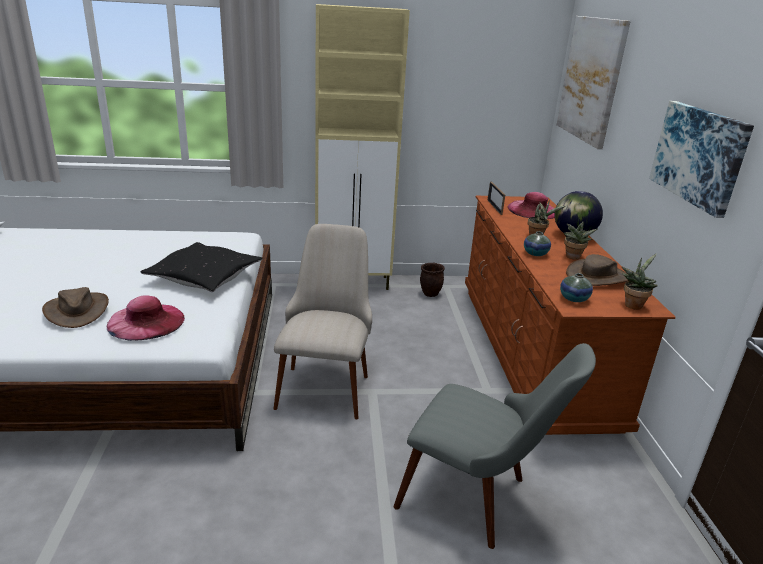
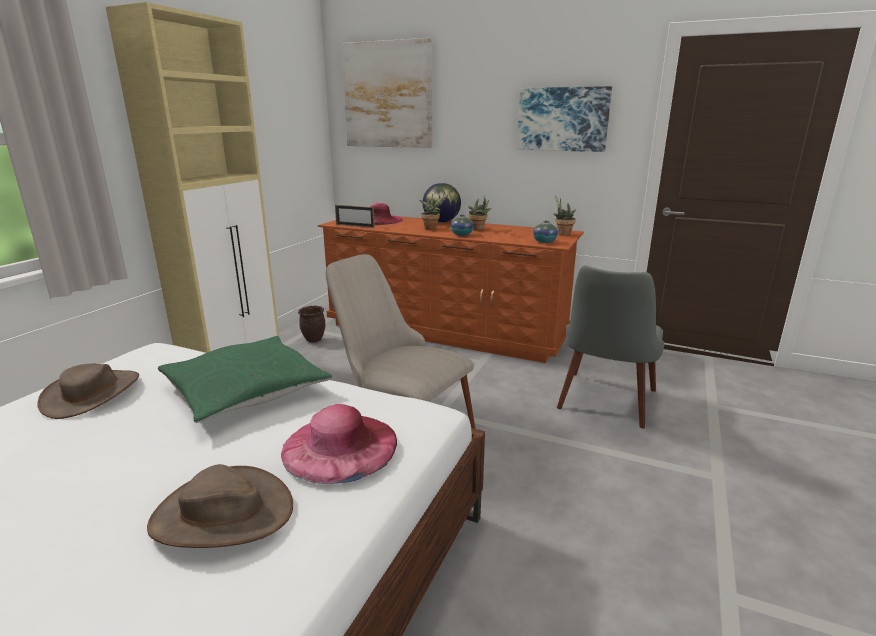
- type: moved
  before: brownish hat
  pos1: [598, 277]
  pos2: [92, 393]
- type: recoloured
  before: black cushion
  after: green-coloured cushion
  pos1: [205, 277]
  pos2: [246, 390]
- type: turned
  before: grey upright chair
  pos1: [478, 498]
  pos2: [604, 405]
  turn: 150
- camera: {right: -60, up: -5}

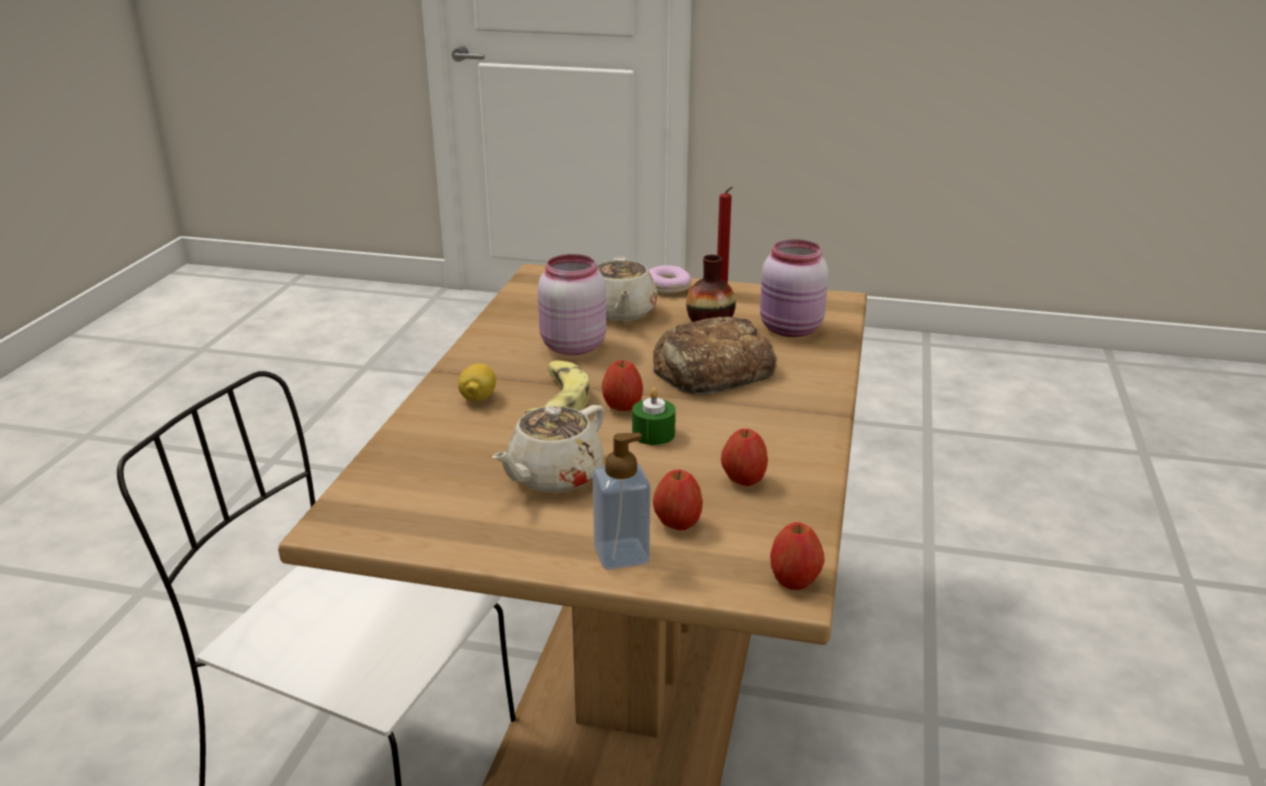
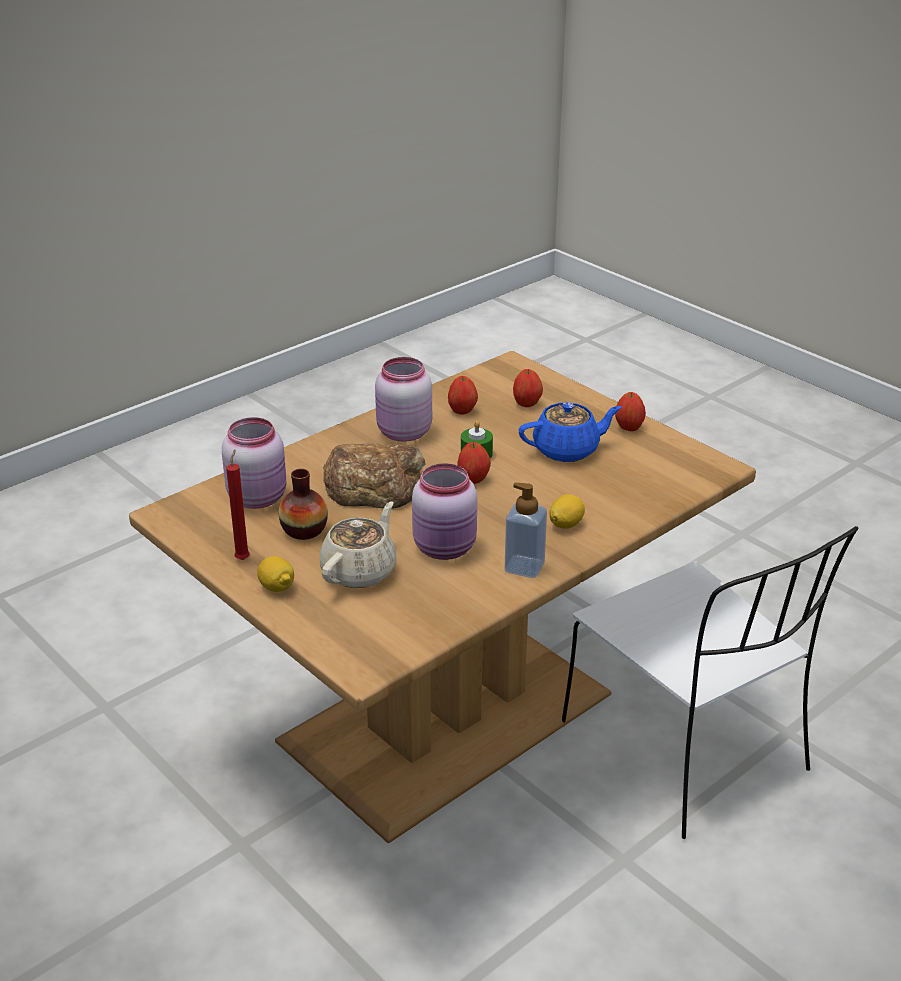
- type: replaced
  before: doughnut
  after: lemon
  pos1: [667, 288]
  pos2: [276, 587]
- type: added
  after: pinkish storage jar
  pos2: [402, 433]
- type: moved
  before: liquid soap bottle
  pos1: [621, 554]
  pos2: [524, 567]
- type: recoloured
  before: beige-coloured teapot
  after: blue-coloured teapot
  pos1: [553, 476]
  pos2: [567, 450]
- type: moved
  before: whole apple
  pos1: [794, 581]
  pos2: [628, 427]
- type: removed
  before: banana fruit
  pos1: [558, 399]
- camera: {right: -145, up: 5}

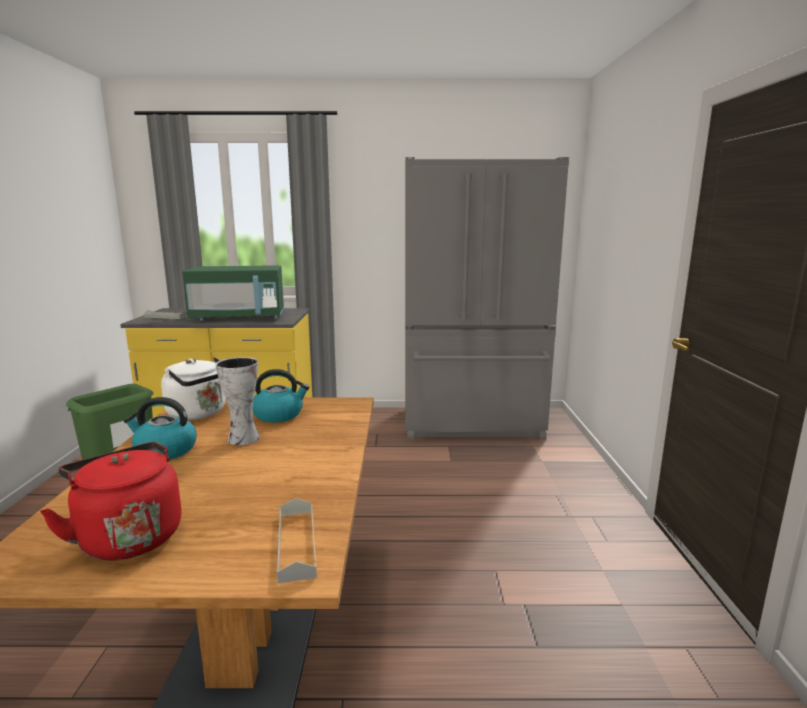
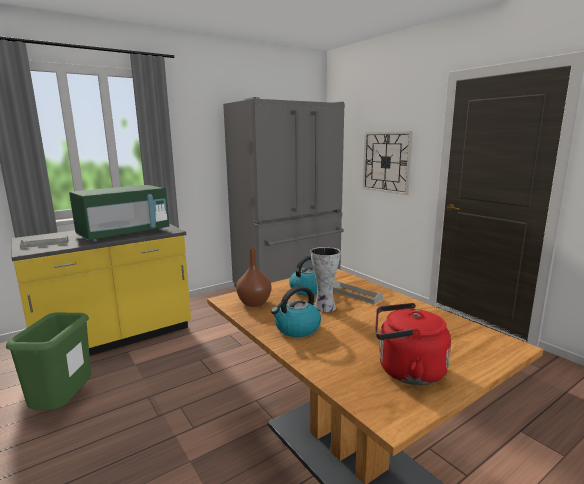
- type: replaced
  before: white-coloured water kettle
  after: brownish vase
  pos1: [200, 413]
  pos2: [254, 303]
- type: moved
  before: grey serving tray
  pos1: [296, 543]
  pos2: [356, 294]
- type: added
  after: clock on the wall
  pos2: [386, 162]
- camera: {right: -35, up: 0}

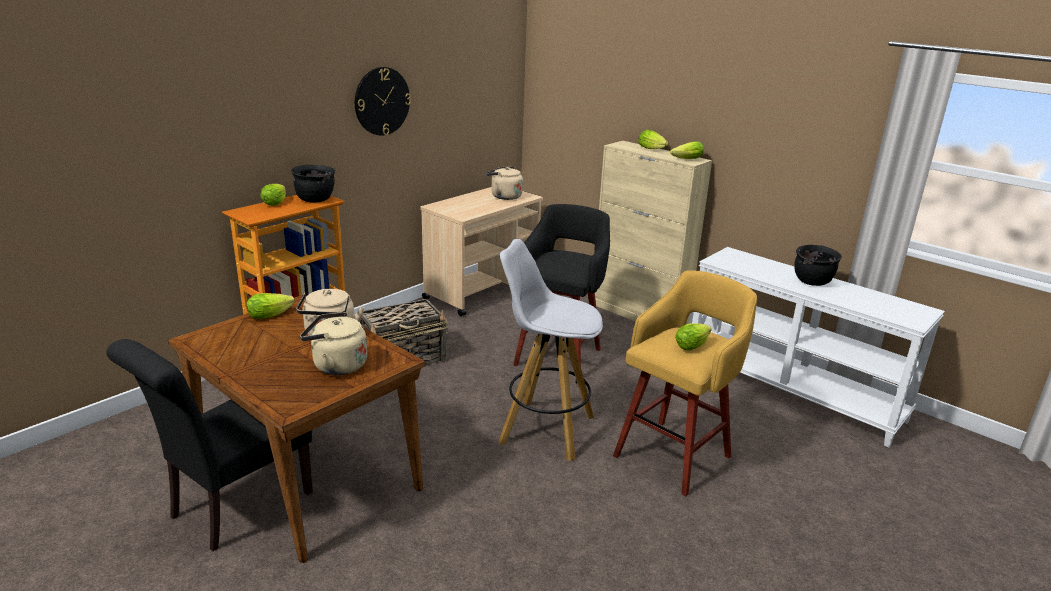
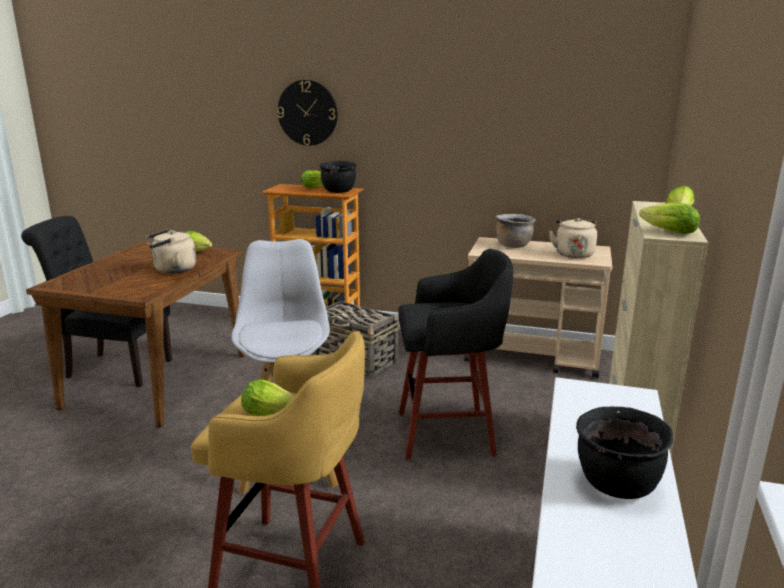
- type: moved
  before: clock on the wall
  pos1: [382, 101]
  pos2: [307, 113]
- type: added
  after: brownish cooking pot
  pos2: [513, 245]
- type: removed
  before: beige-coloured water kettle
  pos1: [336, 365]
- camera: {right: 65, up: -5}

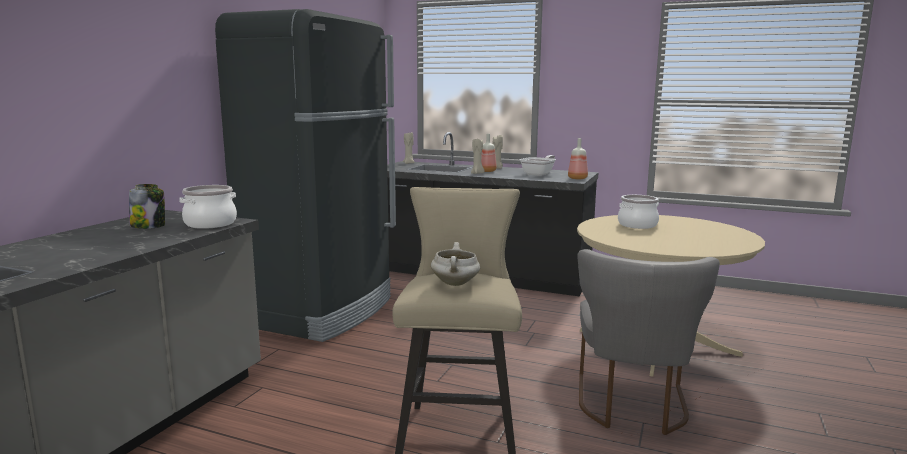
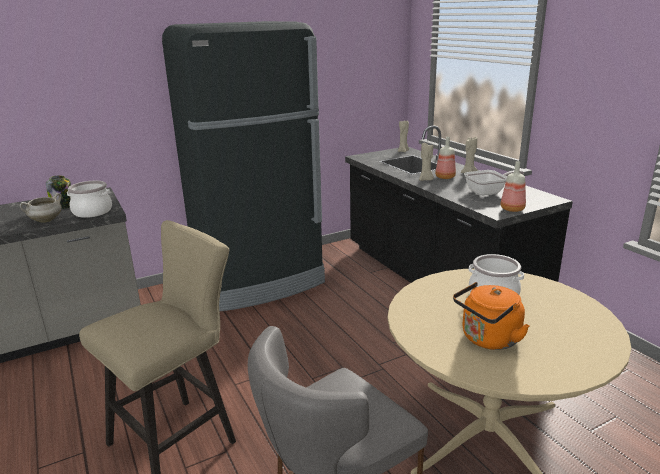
- type: moved
  before: white-coloured cooking pot
  pos1: [456, 284]
  pos2: [46, 221]
- type: added
  after: orange water kettle
  pos2: [488, 340]
- camera: {right: 40, up: 10}

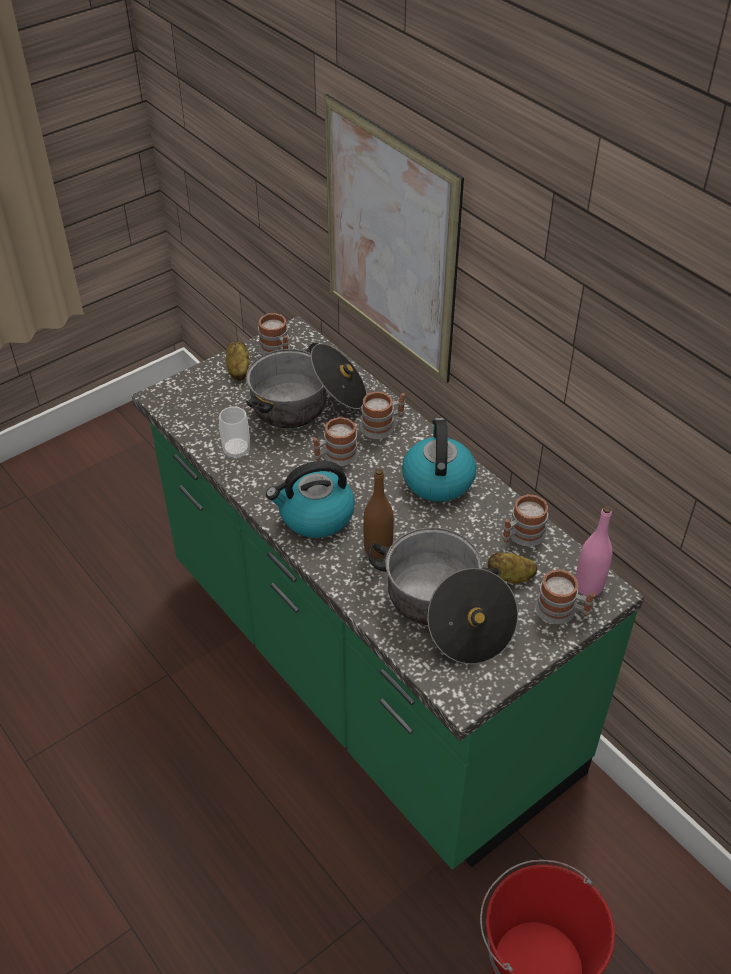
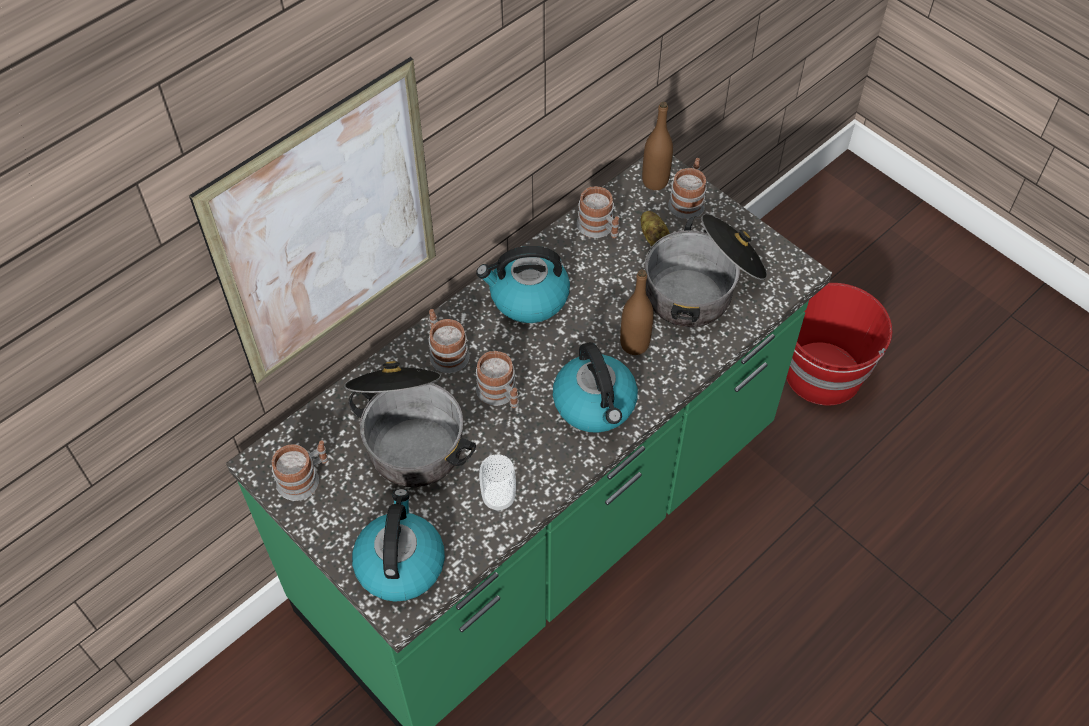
- type: added
  after: water kettle
  pos2: [400, 563]
- type: recoloured
  before: pinkish beverage bottle
  after: brownish beverage bottle
  pos1: [588, 586]
  pos2: [655, 181]
- type: removed
  before: potato
  pos1: [238, 370]
- camera: {right: -95, up: 10}

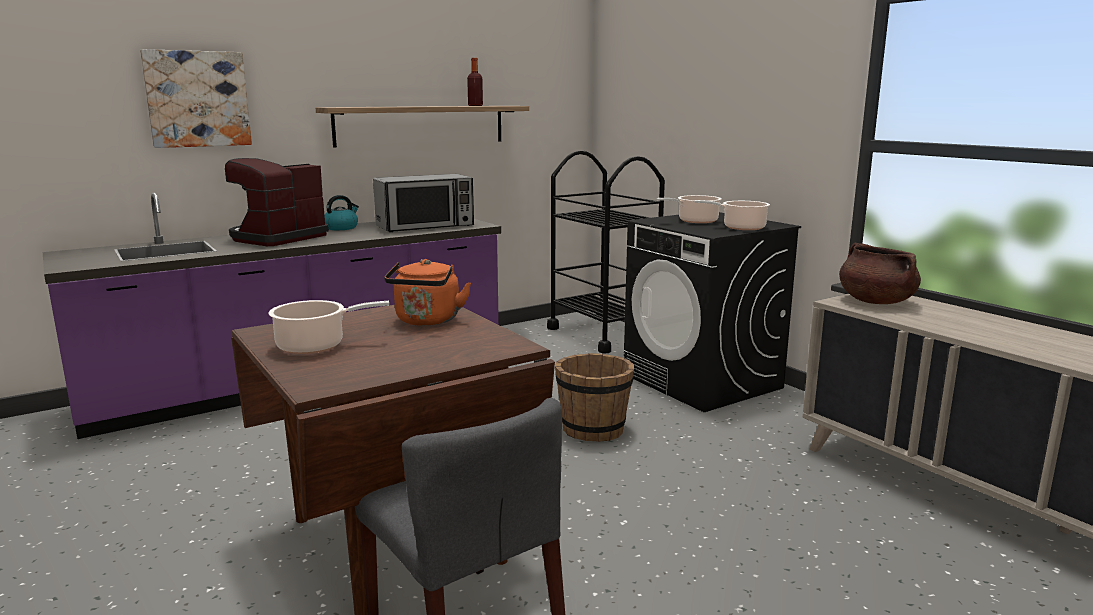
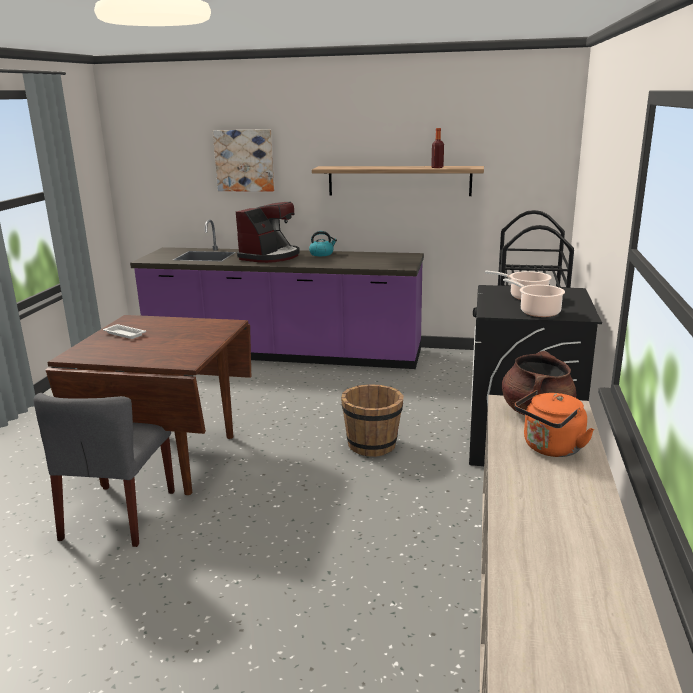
- type: replaced
  before: cooking pot
  after: white-coloured serving tray
  pos1: [315, 346]
  pos2: [124, 334]
- type: turned
  before: coffee brewer
  pos1: [277, 238]
  pos2: [270, 256]
  turn: 135
- type: moved
  before: orange water kettle
  pos1: [427, 321]
  pos2: [550, 448]
- type: removed
  before: microwave oven
  pos1: [426, 226]
- camera: {right: 45, up: 5}

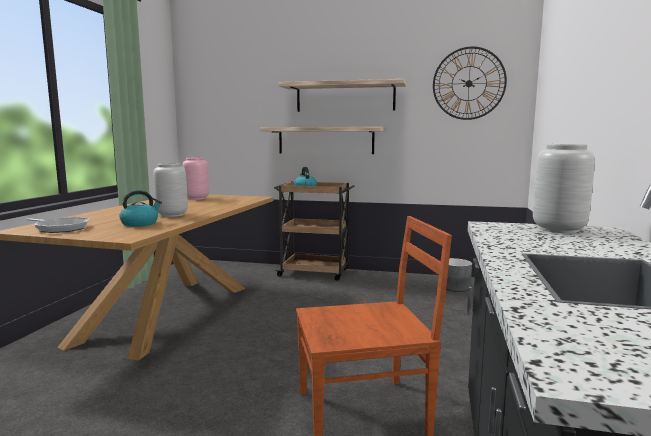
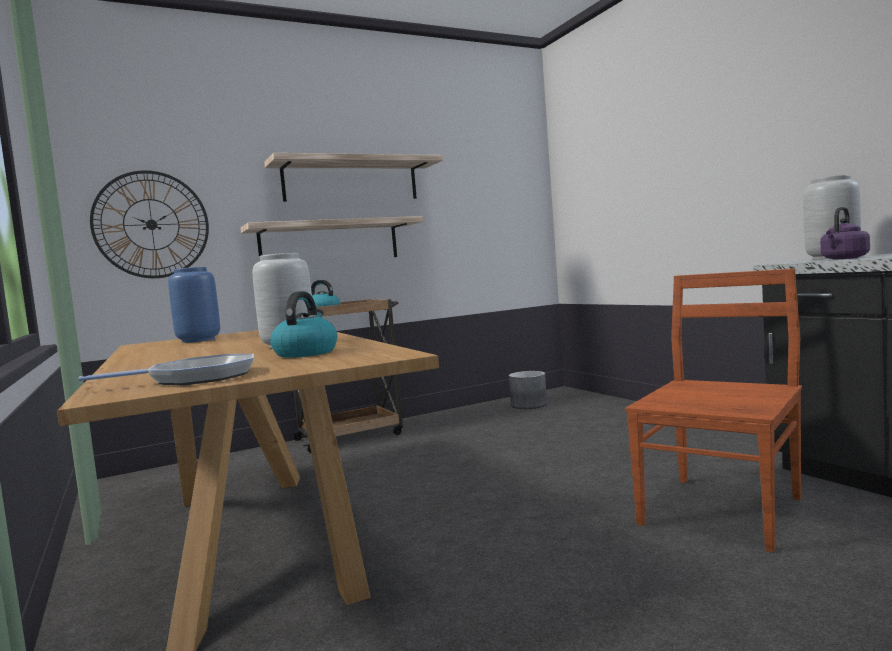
- type: moved
  before: clock on the wall
  pos1: [469, 83]
  pos2: [151, 224]
- type: recoloured
  before: pinkish vase
  after: blue-coloured vase
  pos1: [196, 198]
  pos2: [198, 340]
- type: added
  after: purplish water kettle
  pos2: [843, 258]
- camera: {right: -40, up: -5}

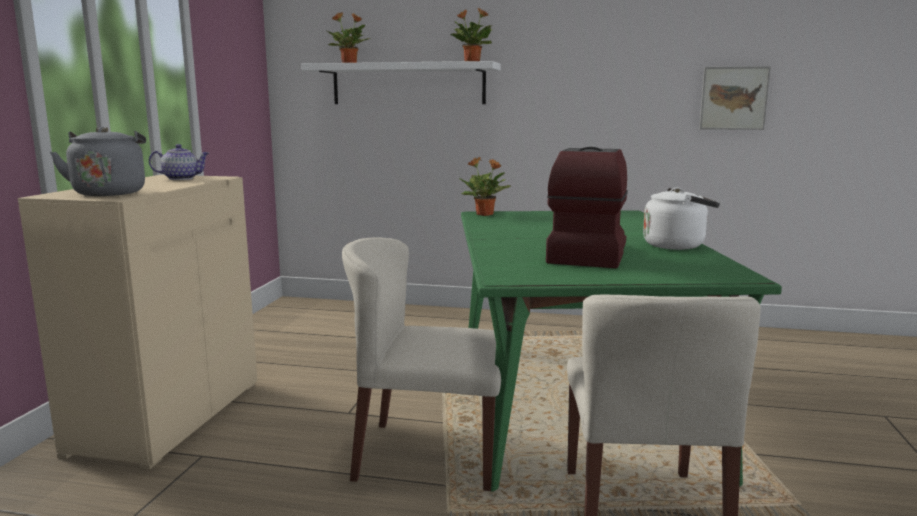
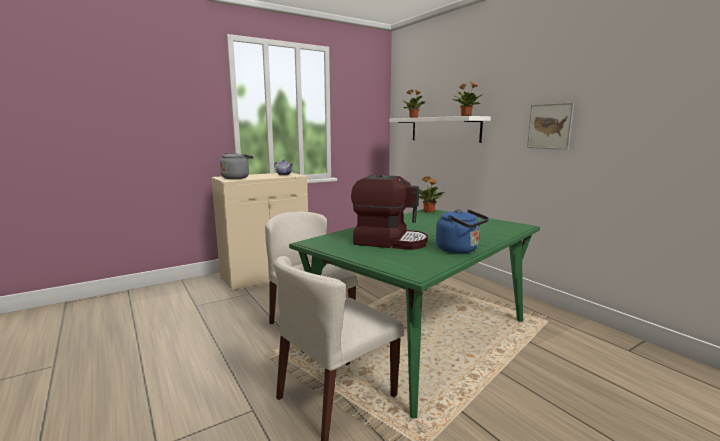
- type: turned
  before: coffee brewer
  pos1: [586, 254]
  pos2: [389, 241]
  turn: 45
- type: recoloured
  before: white-coloured water kettle
  after: blue-coloured water kettle
  pos1: [677, 245]
  pos2: [459, 250]
- type: moved
  before: wall art
  pos1: [733, 98]
  pos2: [549, 126]
- camera: {right: 45, up: 0}

